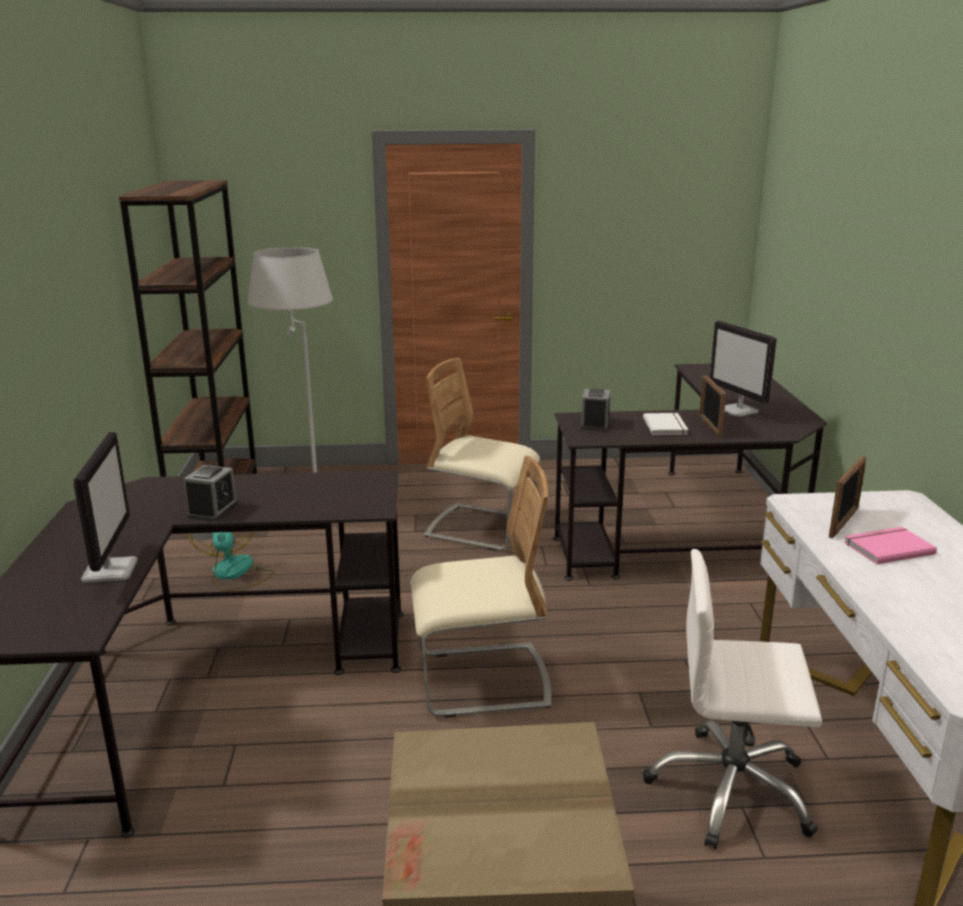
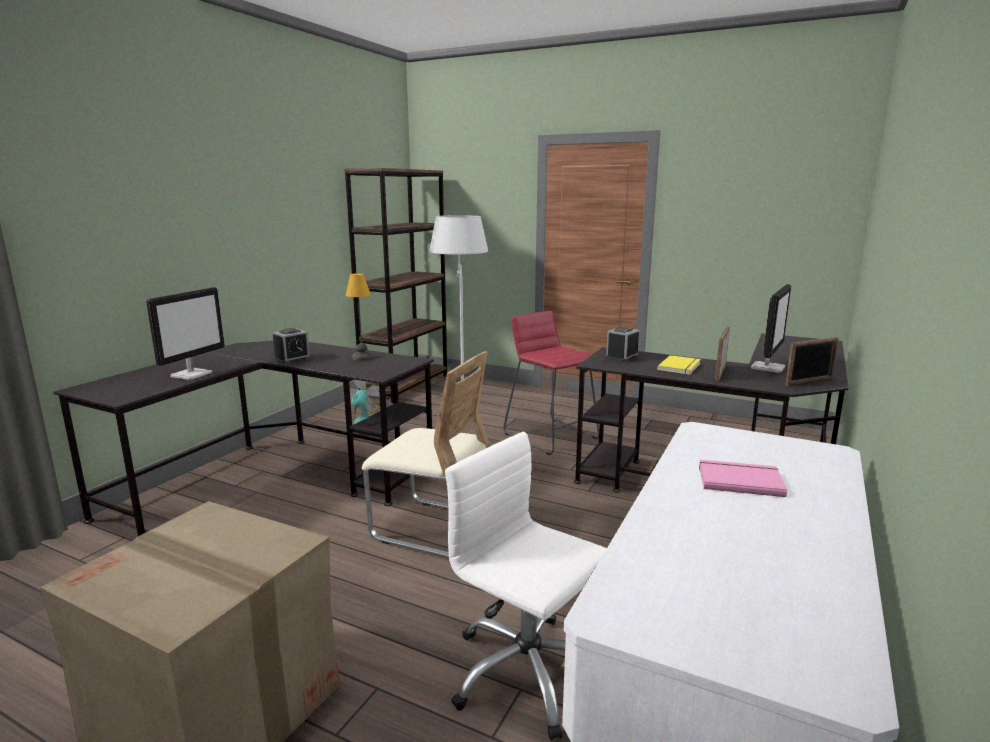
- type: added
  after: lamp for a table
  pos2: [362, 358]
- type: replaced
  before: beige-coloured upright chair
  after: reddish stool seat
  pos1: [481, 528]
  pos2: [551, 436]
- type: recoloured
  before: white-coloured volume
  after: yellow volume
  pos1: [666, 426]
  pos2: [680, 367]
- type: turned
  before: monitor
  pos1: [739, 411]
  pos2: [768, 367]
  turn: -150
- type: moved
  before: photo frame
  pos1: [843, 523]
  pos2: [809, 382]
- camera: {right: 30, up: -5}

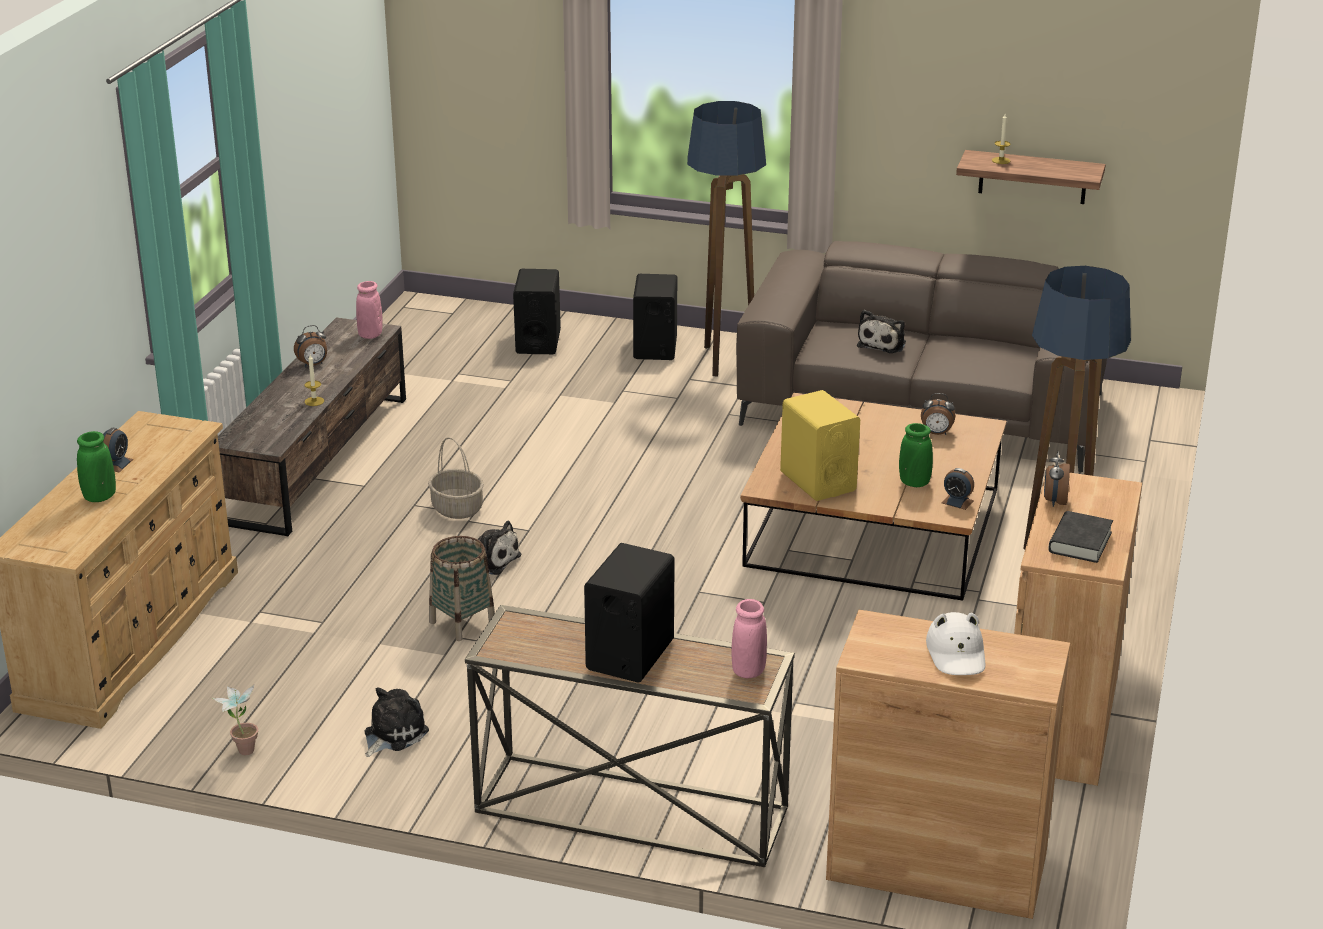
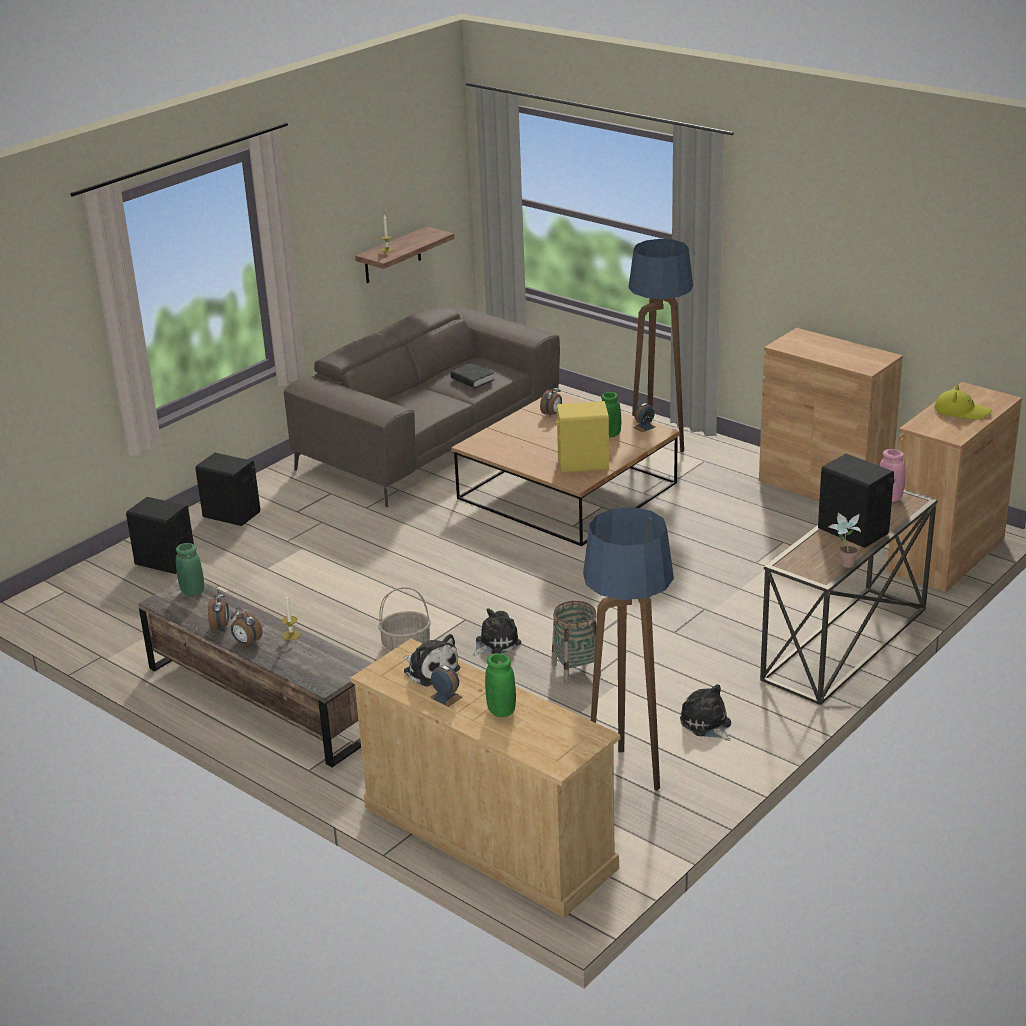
- type: recoloured
  before: pinkish vase
  after: green-coloured vase
  pos1: [370, 335]
  pos2: [192, 591]
- type: moved
  before: bedside clock
  pos1: [1054, 501]
  pos2: [246, 643]
- type: moved
  before: plush toy
  pos1: [883, 343]
  pos2: [430, 669]
- type: moved
  before: black volume
  pos1: [1080, 542]
  pos2: [472, 379]
- type: moved
  before: floor lamp
  pos1: [723, 361]
  pos2: [628, 775]
- type: moved
  before: plant in a pot
  pos1: [242, 748]
  pos2: [843, 565]
- type: recoloured
  before: white-coloured hat
  after: yellow hat
  pos1: [957, 654]
  pos2: [961, 411]
- camera: {right: -65, up: 0}

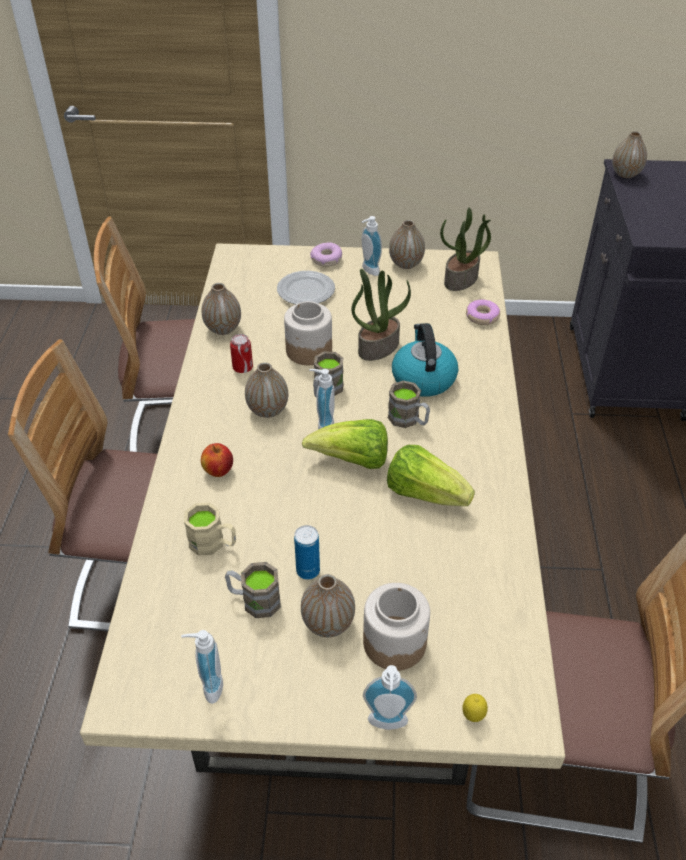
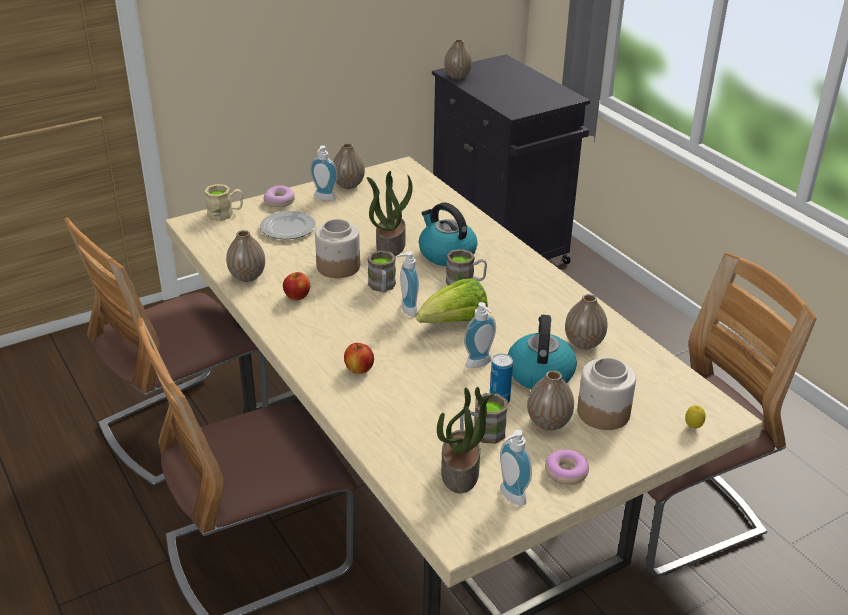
- type: moved
  before: beige-coloured mug
  pos1: [213, 543]
  pos2: [225, 214]
- type: replaced
  before: can
  after: whole apple
  pos1: [242, 368]
  pos2: [297, 297]
- type: moved
  before: plant in a pot
  pos1: [461, 280]
  pos2: [461, 472]
- type: moved
  before: liquid soap bottle
  pos1: [387, 725]
  pos2: [480, 364]
- type: added
  after: water kettle
  pos2: [540, 373]
- type: moved
  before: doughnut
  pos1: [482, 316]
  pos2: [566, 472]
- type: moved
  before: vase
  pos1: [268, 410]
  pos2: [583, 343]
- type: removed
  before: lettuce
  pos1: [425, 493]
- camera: {right: -35, up: -10}

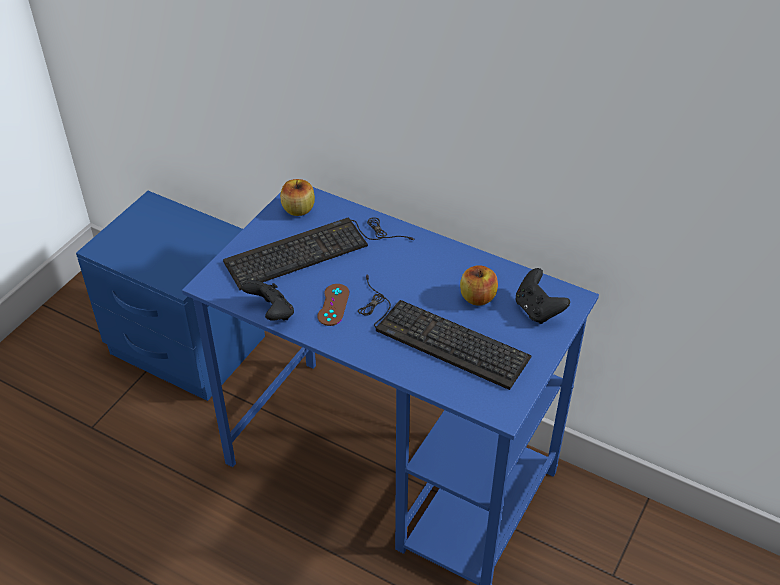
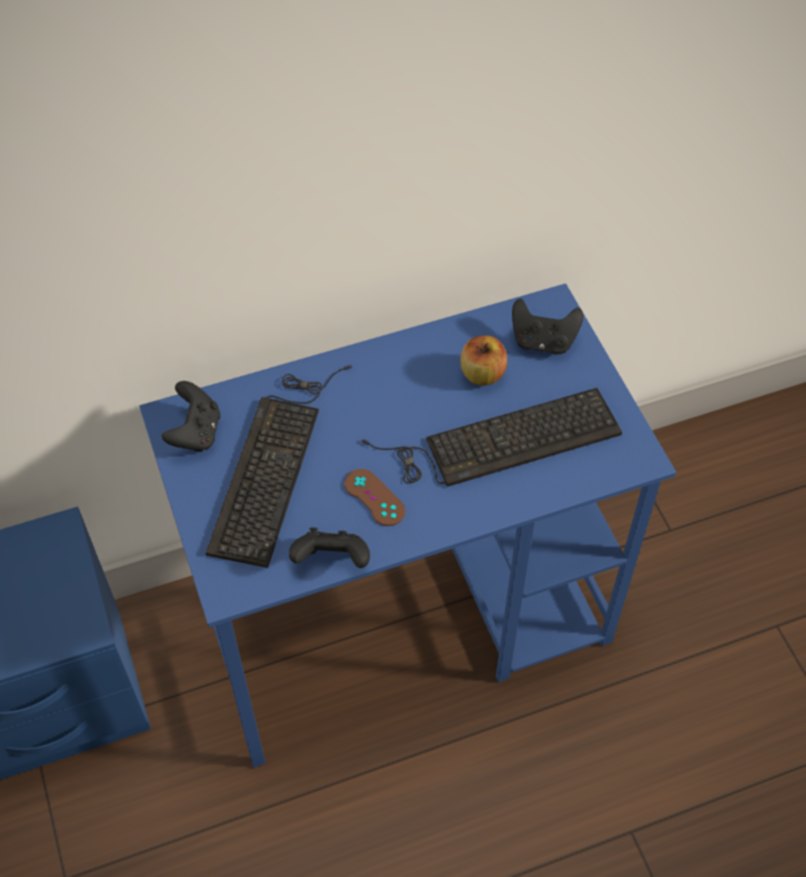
- type: replaced
  before: whole apple
  after: black joypad
  pos1: [298, 209]
  pos2: [196, 433]
- camera: {right: -50, up: 10}

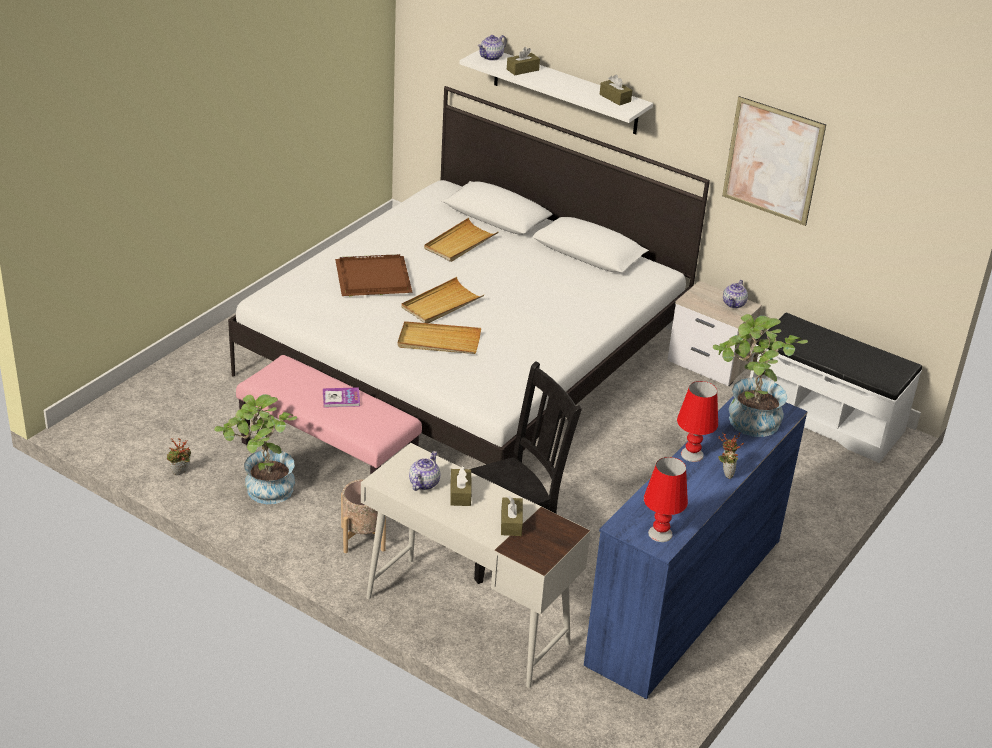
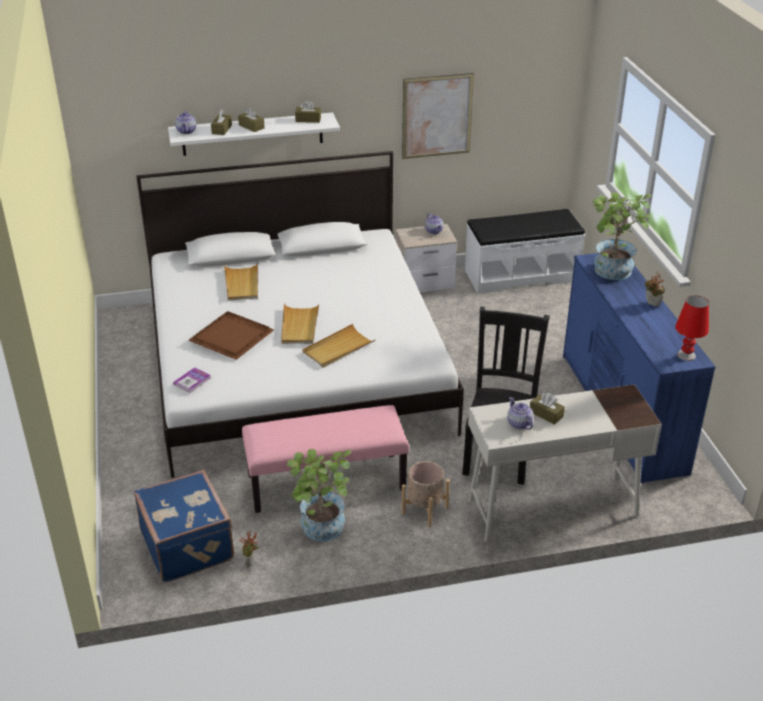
- type: added
  after: blue-coloured travel case
  pos2: [189, 545]
- type: moved
  before: volume
  pos1: [341, 398]
  pos2: [192, 381]
- type: moved
  before: brownish tissue holder
  pos1: [511, 523]
  pos2: [251, 126]
- type: removed
  before: reddish lamp for a table
  pos1: [691, 454]
- camera: {right: -45, up: 0}

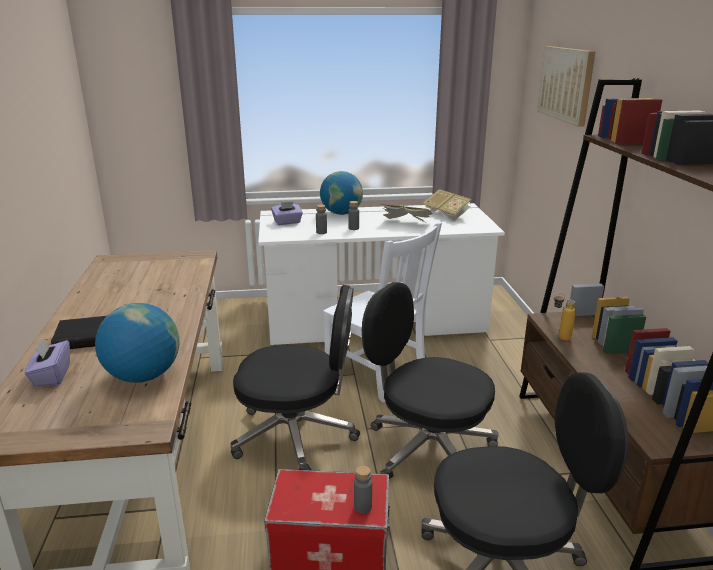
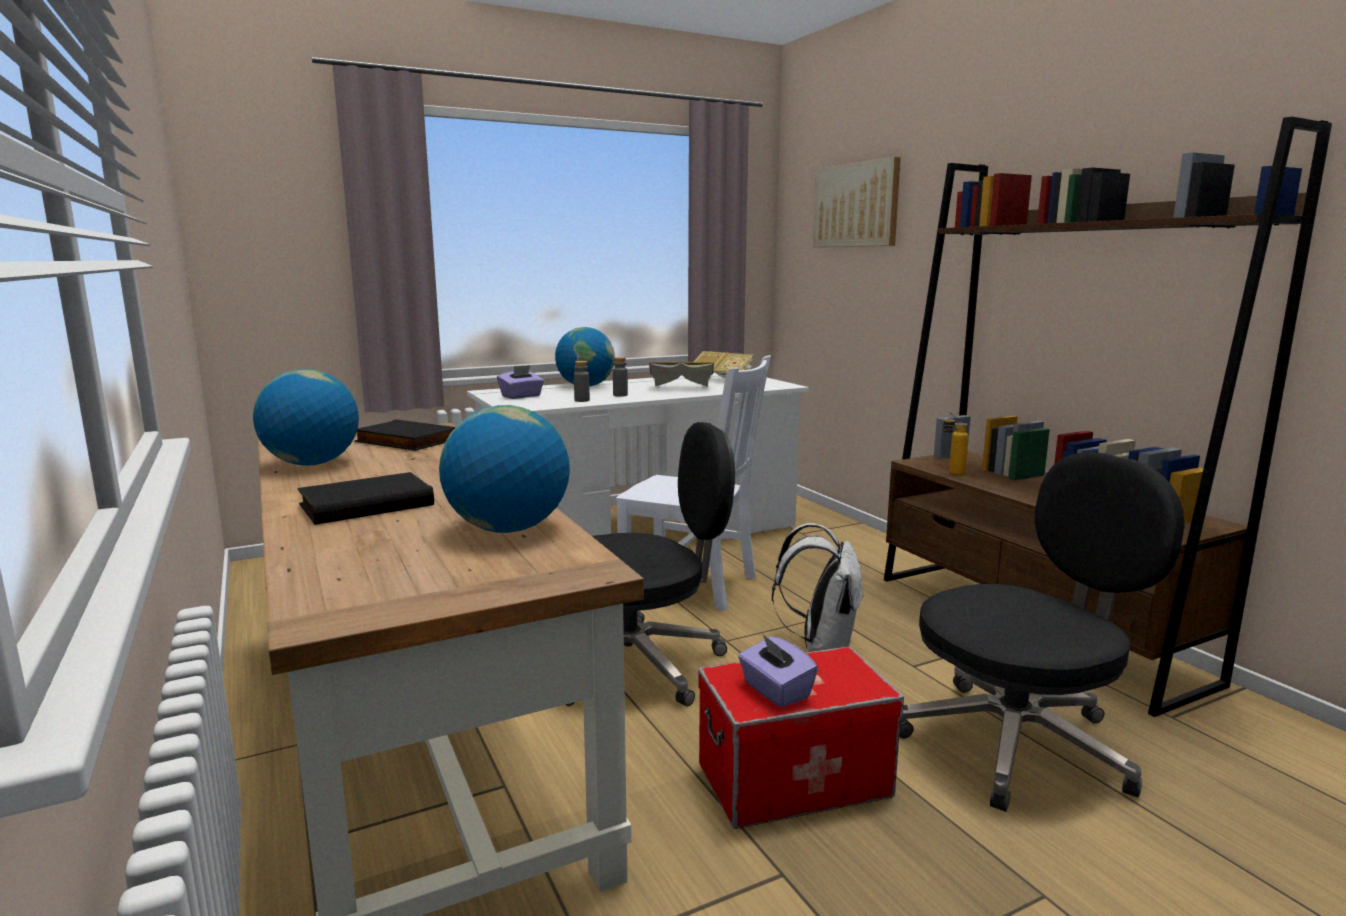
- type: added
  after: desk globe
  pos2: [312, 464]
- type: added
  after: black volume
  pos2: [403, 441]
- type: moved
  before: purplish tissue holder
  pos1: [51, 376]
  pos2: [775, 691]
- type: replaced
  before: black computer chair
  after: white-coloured rucksack
  pos1: [427, 448]
  pos2: [821, 646]
- type: removed
  before: grey beverage bottle
  pos1: [362, 507]
- camera: {right: -20, up: -10}

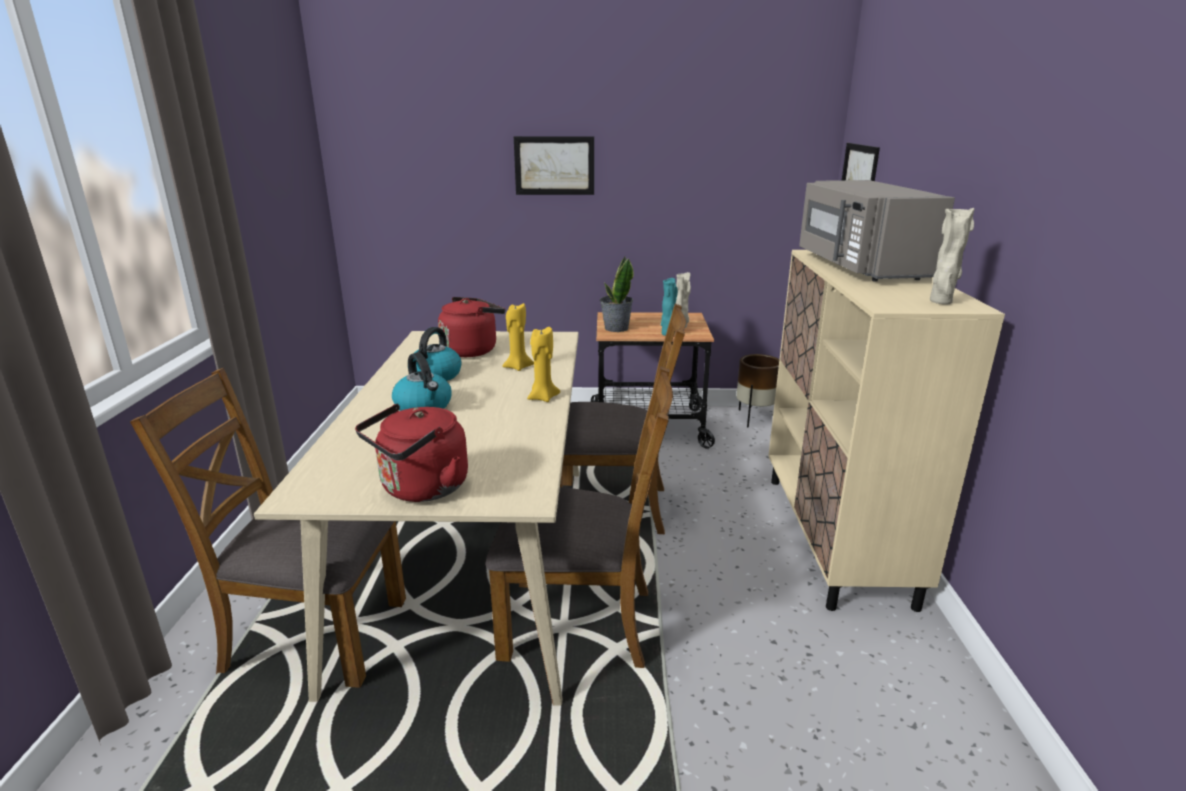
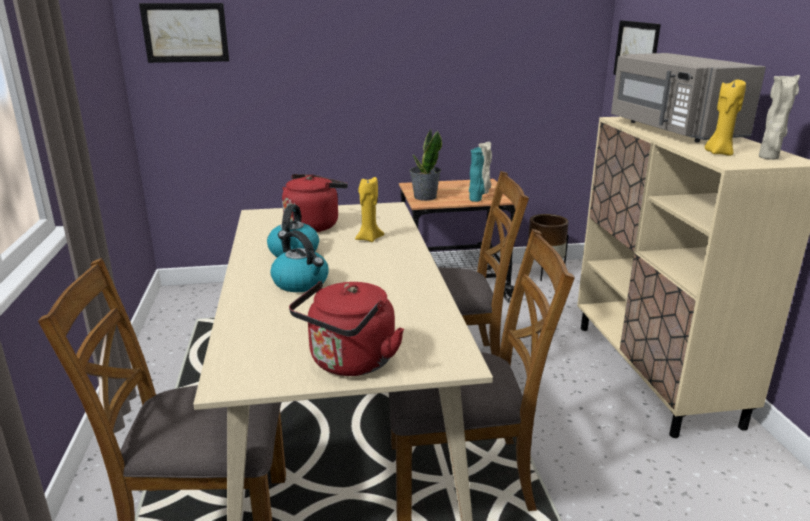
- type: moved
  before: wall art
  pos1: [554, 165]
  pos2: [185, 33]
- type: moved
  before: yellow candle
  pos1: [542, 398]
  pos2: [719, 153]
- camera: {right: -10, up: 0}

